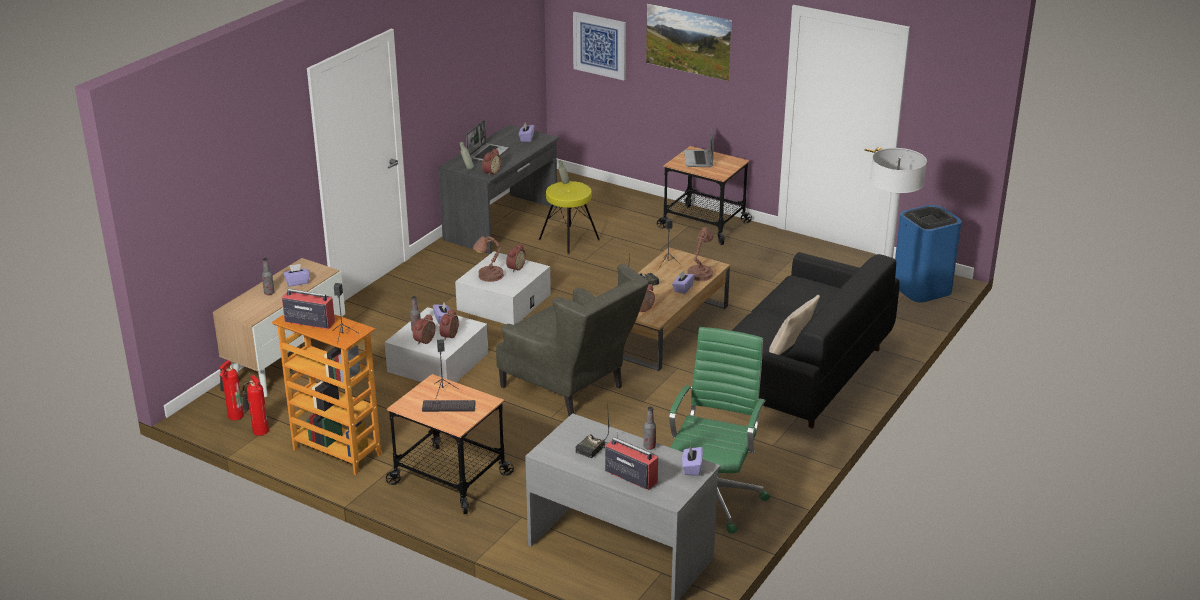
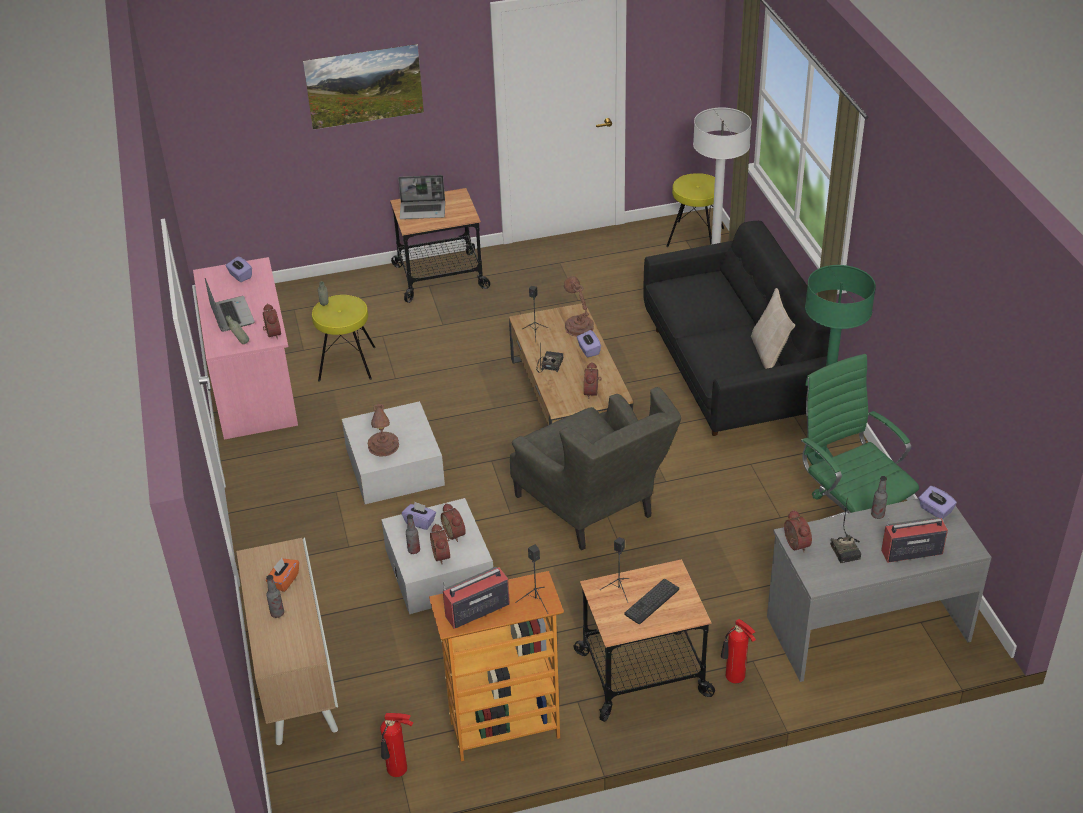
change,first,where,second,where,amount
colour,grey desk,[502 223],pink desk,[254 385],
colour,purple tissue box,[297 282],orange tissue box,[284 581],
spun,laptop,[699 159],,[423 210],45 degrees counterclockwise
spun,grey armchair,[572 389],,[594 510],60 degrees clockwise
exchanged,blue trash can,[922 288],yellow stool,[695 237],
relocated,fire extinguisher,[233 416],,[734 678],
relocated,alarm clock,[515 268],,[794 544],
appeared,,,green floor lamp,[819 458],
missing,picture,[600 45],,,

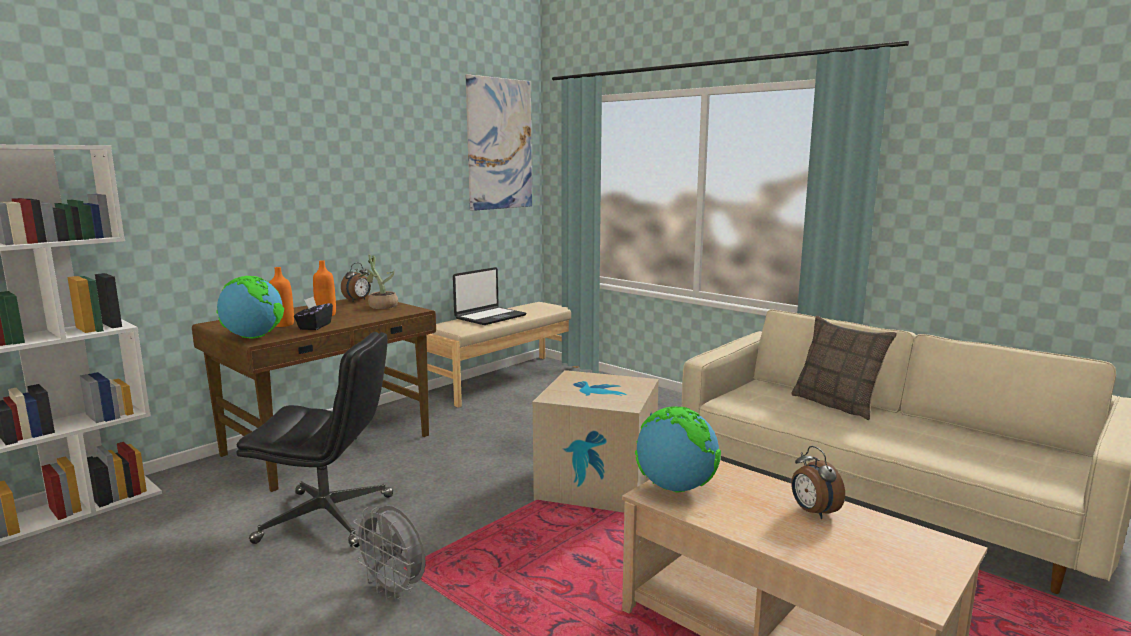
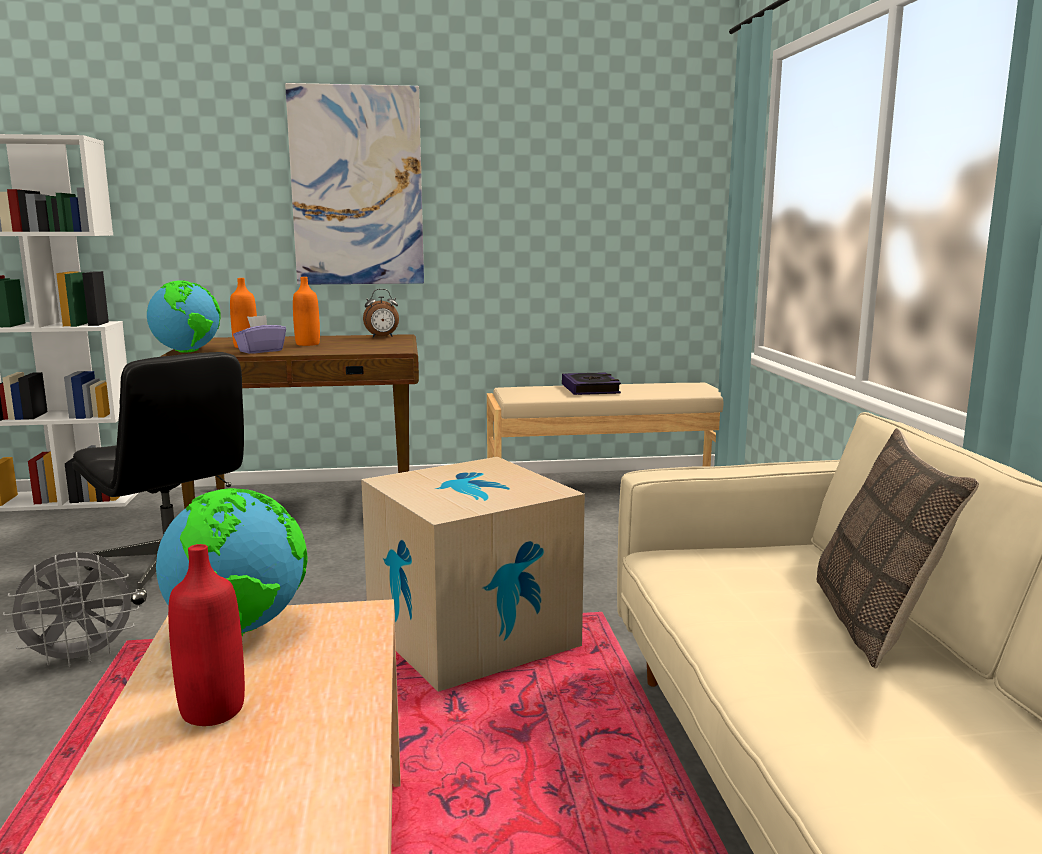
change,first,where,second,where,amount
spun,grey fan,[394 589],,[81 658],105 degrees counterclockwise
appeared,,,red bottle,[212 711],
colour,black tissue box,[314 326],purple tissue box,[260 351],
relocated,picture,[500 144],,[357 186],
exchanged,laptop,[490 317],book,[590 389],
missing,potted plant,[380 306],,,
missing,alarm clock,[813 512],,,

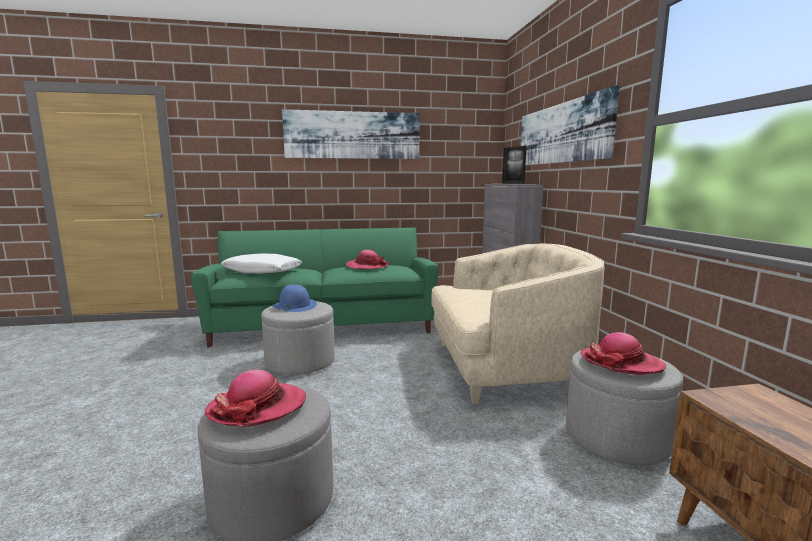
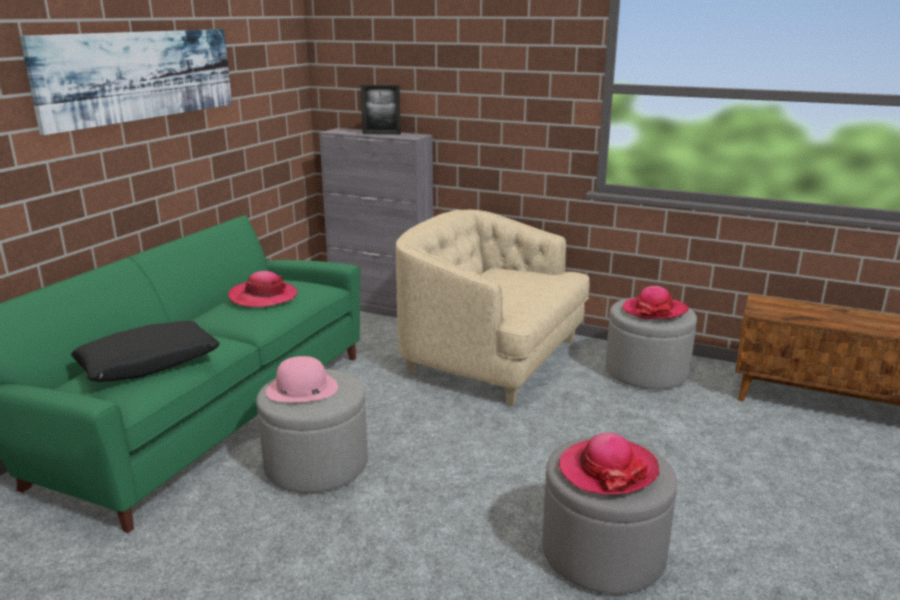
change,first,where,second,where,amount
colour,white pillow,[262 271],black pillow,[148 363],
colour,blue hat,[294 305],pink hat,[301 389],
spun,beige armchair,[504 366],,[491 359],90 degrees counterclockwise
missing,picture,[561 133],,,

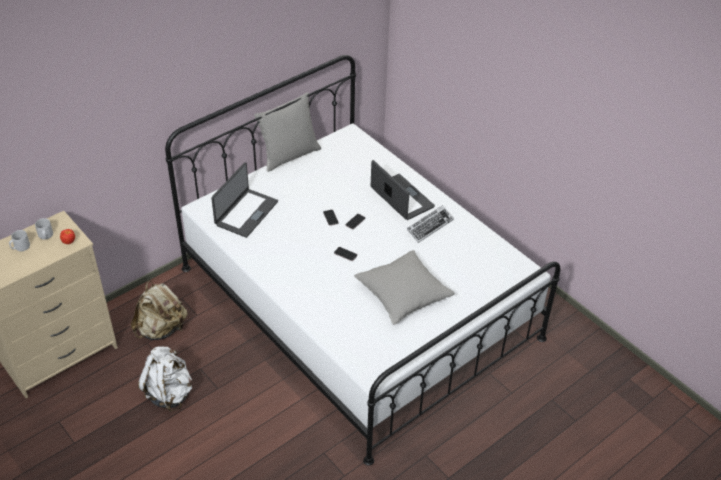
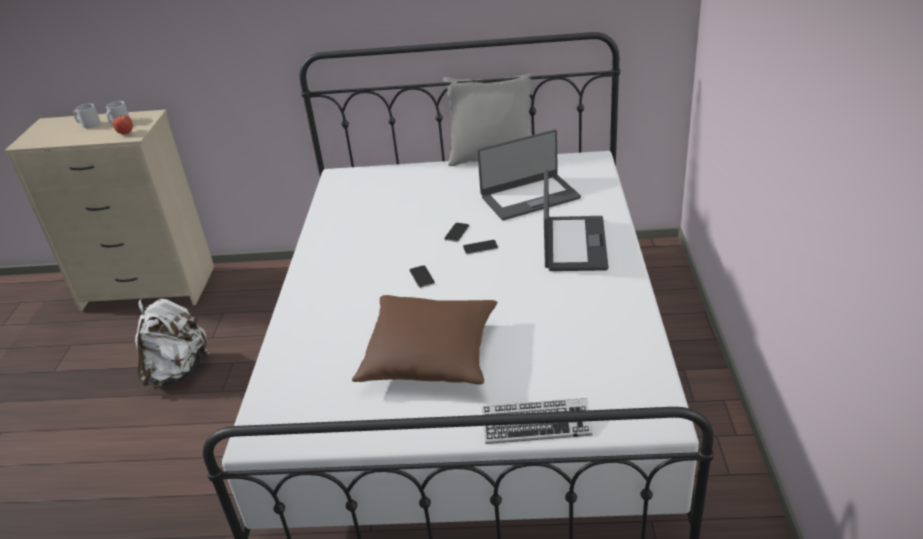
change,first,where,second,where,amount
colour,grey pillow,[403 294],brown pillow,[430 355],
relocated,laptop,[246 213],,[529 197],
relocated,keyboard,[429 226],,[536 426],
missing,beige backpack,[161 329],,,

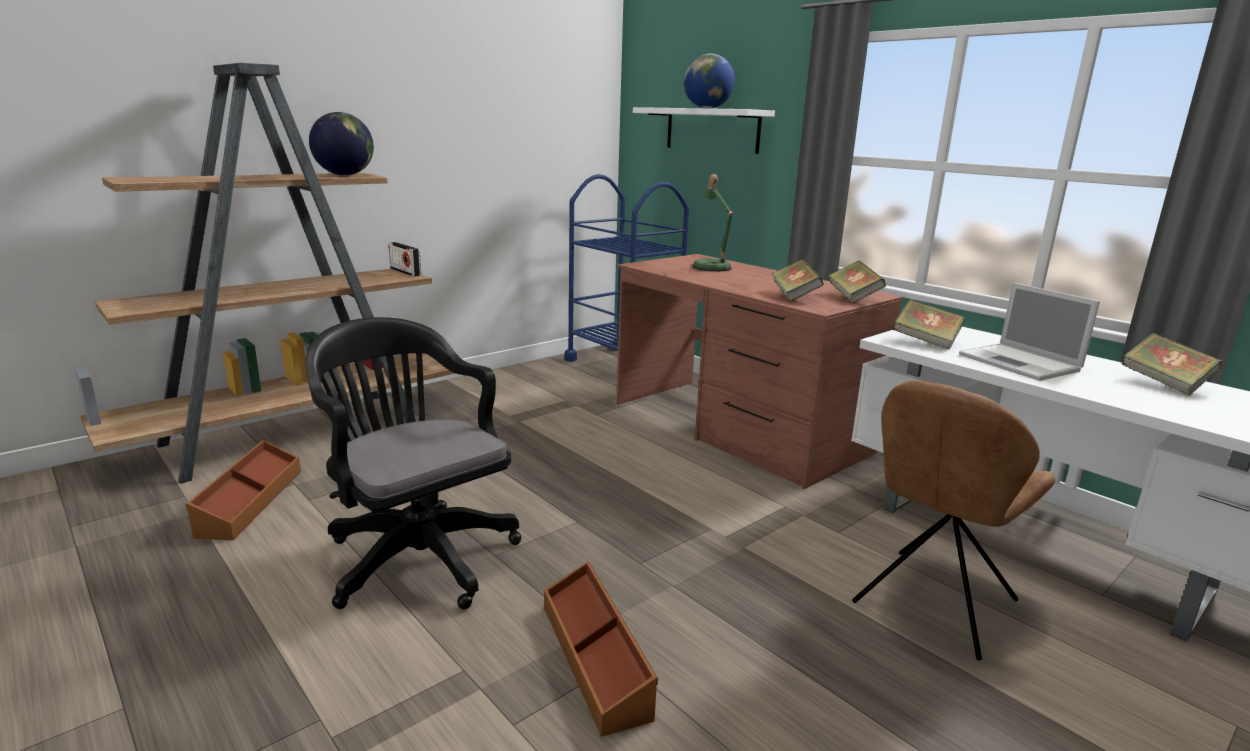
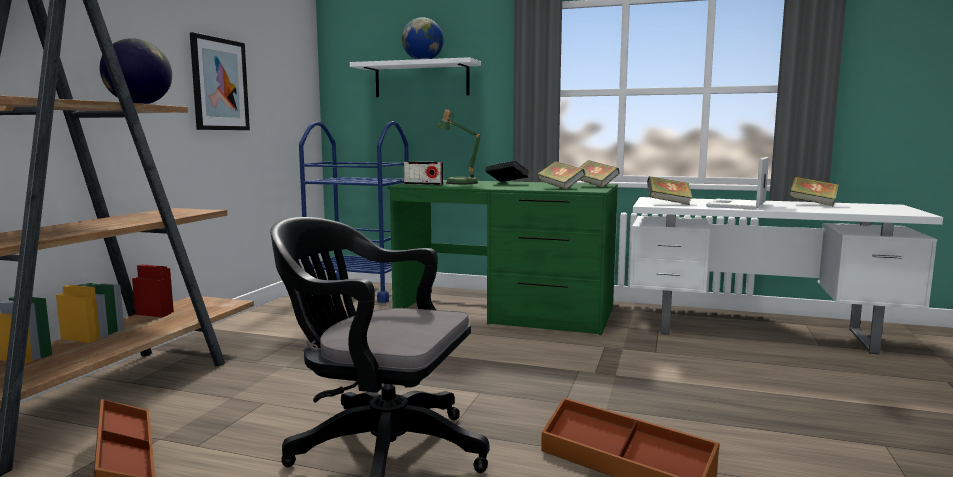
change,first,where,second,where,amount
appeared,,,picture,[219 84],
colour,brown desk,[737 427],green desk,[505 311],
relocated,radio,[405 272],,[423 184],
appeared,,,book,[507 183],
spun,laptop,[1021 363],,[736 205],90 degrees clockwise
missing,brown chair,[932 604],,,

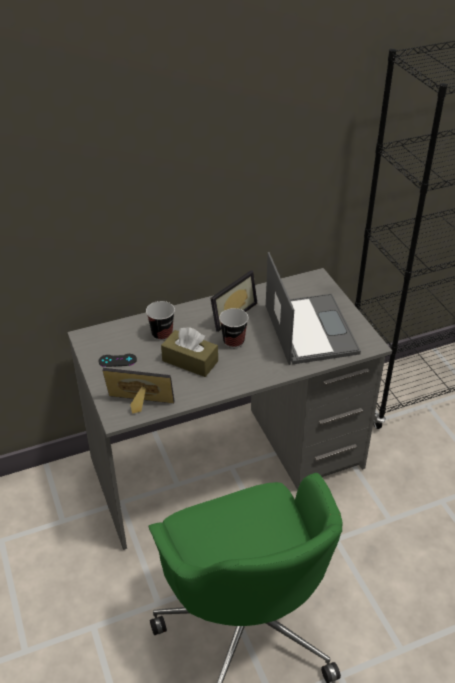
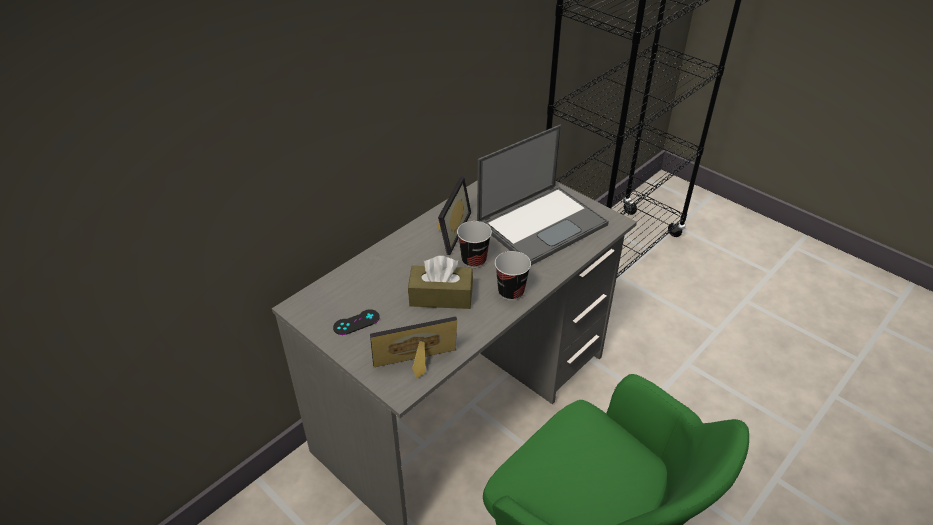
change,first,where,second,where,amount
spun,laptop,[309 328],,[542 223],90 degrees clockwise
relocated,cup,[162 334],,[511 292],

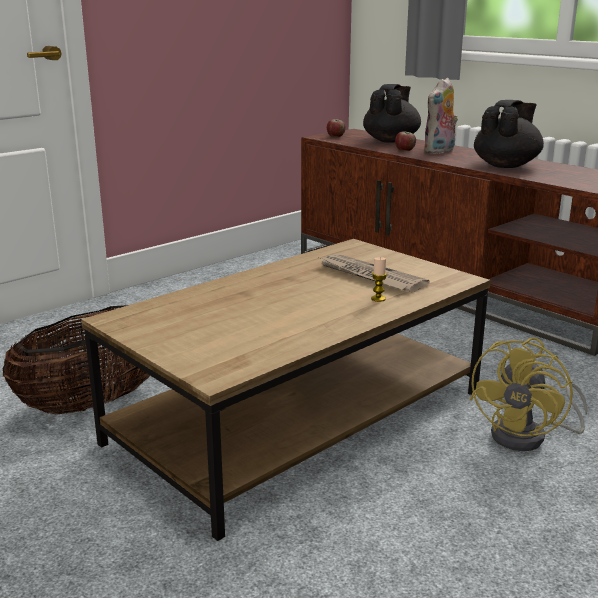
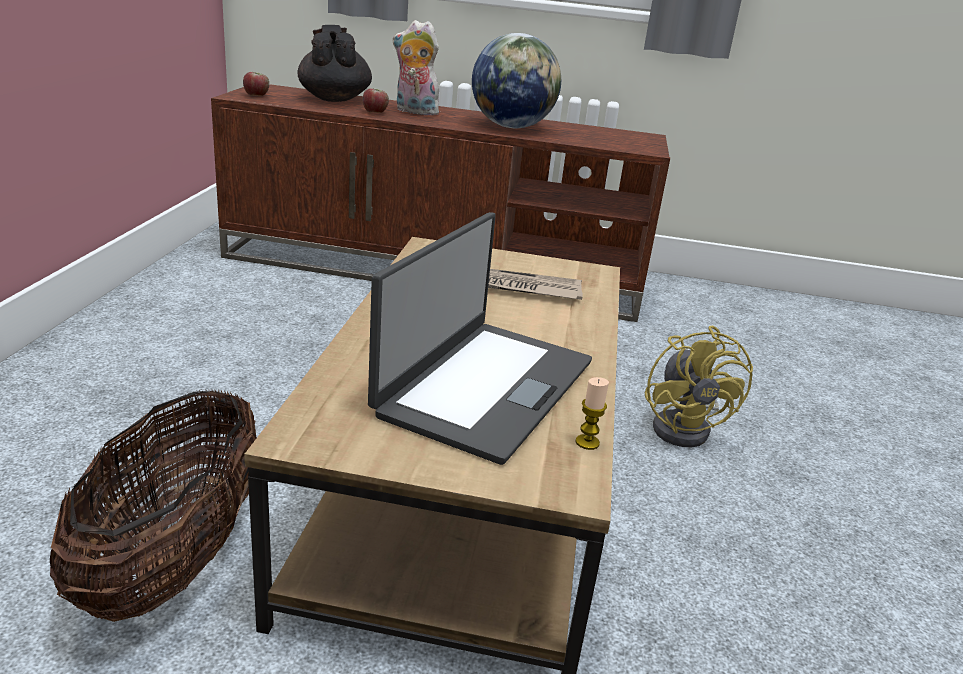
change,first,where,second,where,amount
appeared,,,laptop,[484 386],
spun,plush toy,[440 151],,[414 112],105 degrees clockwise
exchanged,black teapot,[506 165],globe,[512 127],
relocated,candle,[378 299],,[587 442],

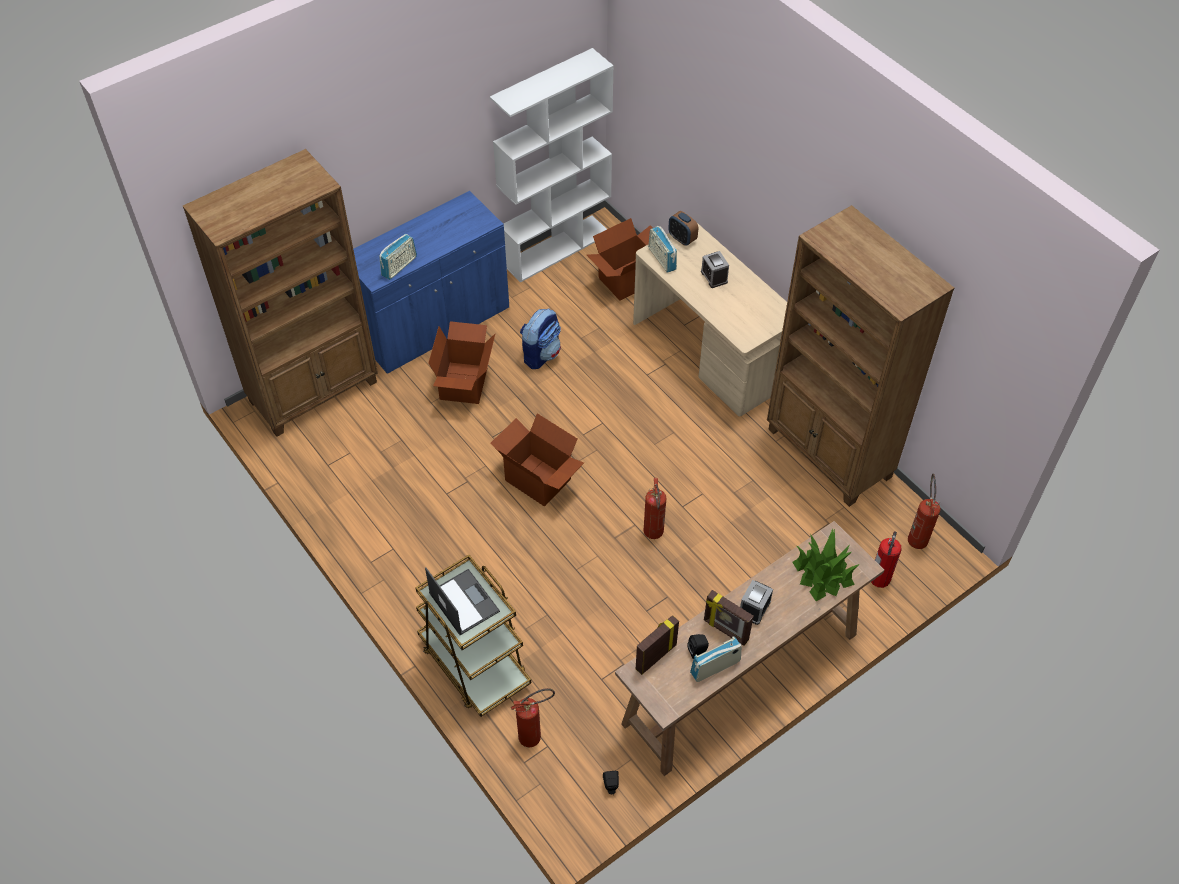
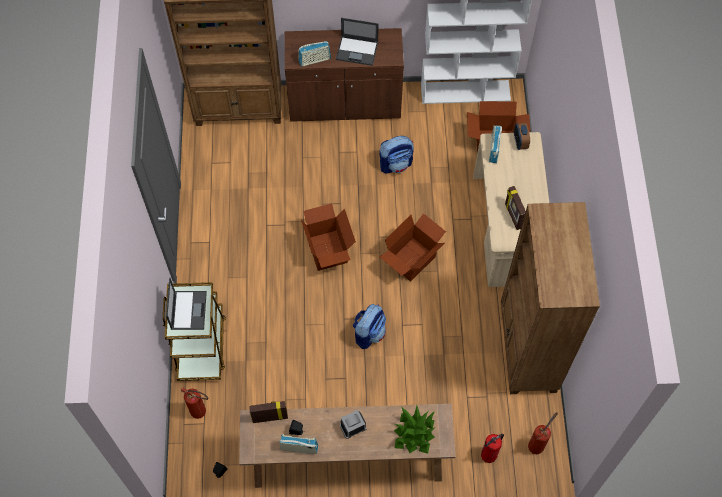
change,first,where,second,where,amount
colour,blue cabinet,[434 324],brown cabinet,[345 103],
appeared,,,laptop,[357 50],
exchanged,fire extinguisher,[654 535],backpack,[369 333],
relocated,cardboard box,[465 383],,[412 260],
relocated,picture frame,[725 631],,[513 216],
missing,alarm clock,[714 277],,,

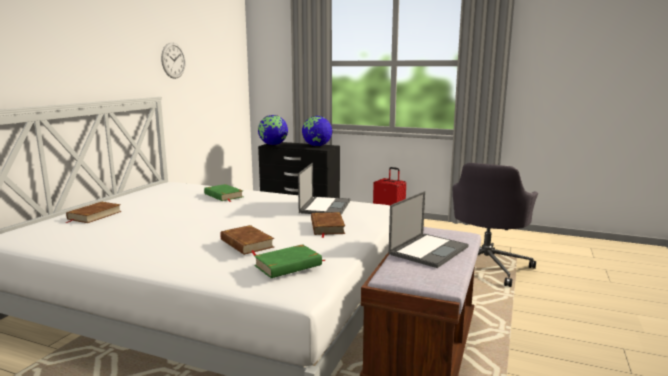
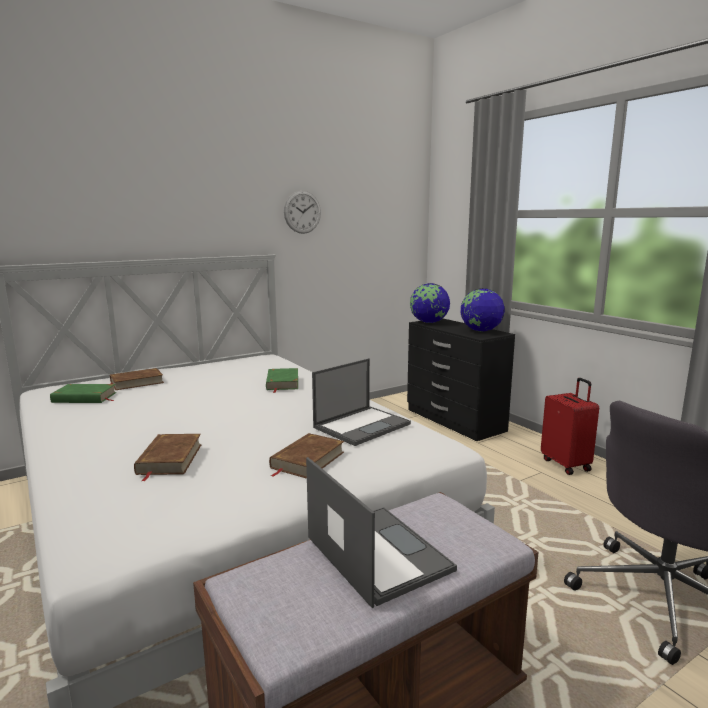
change,first,where,second,where,amount
relocated,green book,[288 265],,[84 398],
spun,laptop,[429 250],,[376 553],105 degrees counterclockwise

